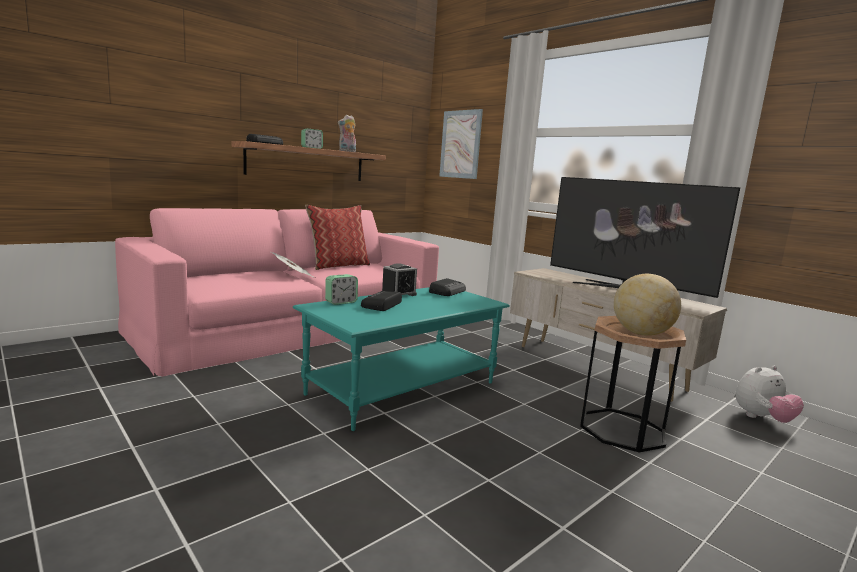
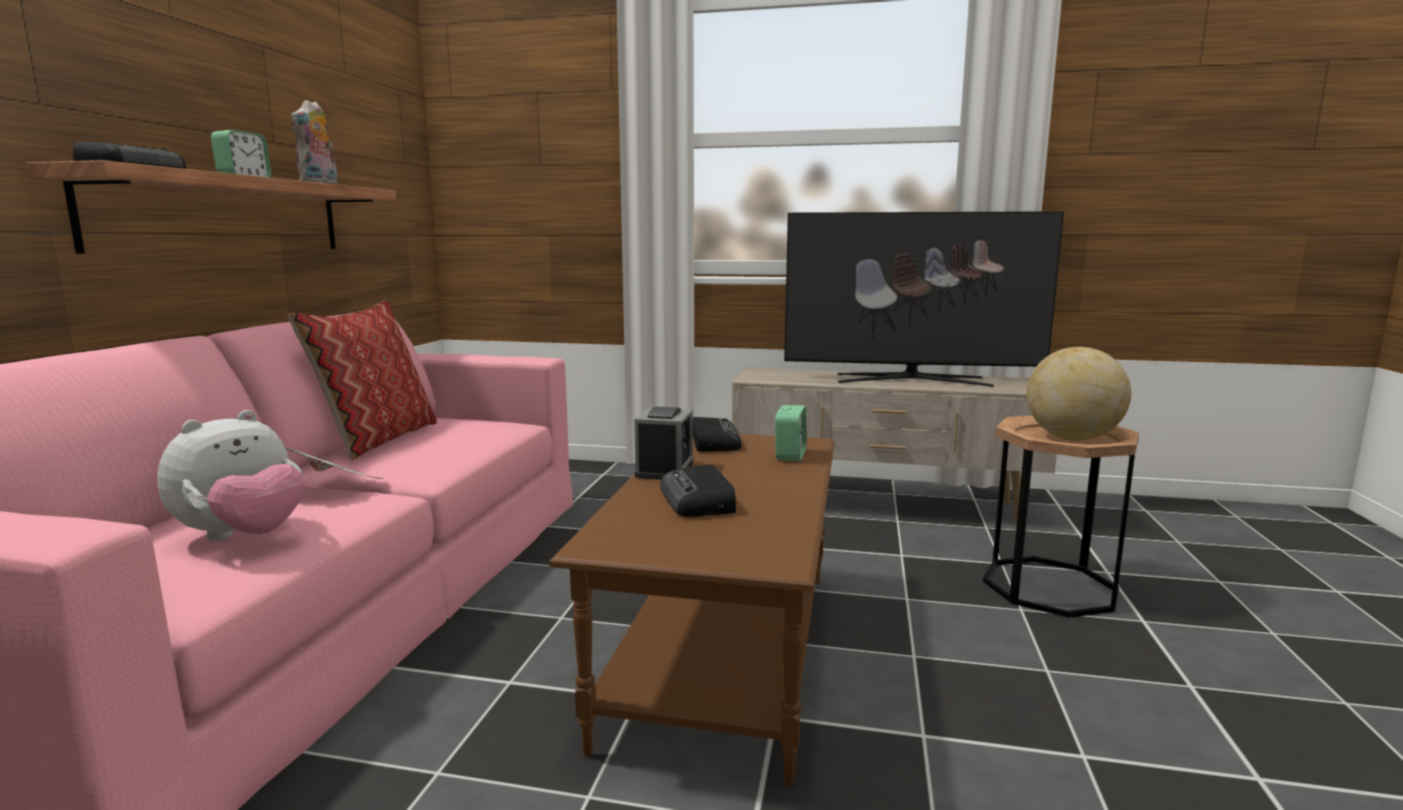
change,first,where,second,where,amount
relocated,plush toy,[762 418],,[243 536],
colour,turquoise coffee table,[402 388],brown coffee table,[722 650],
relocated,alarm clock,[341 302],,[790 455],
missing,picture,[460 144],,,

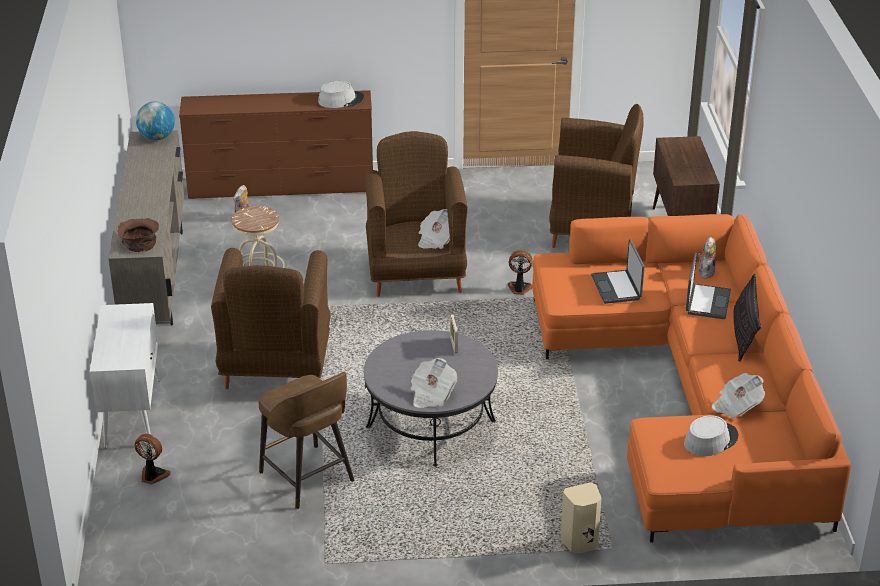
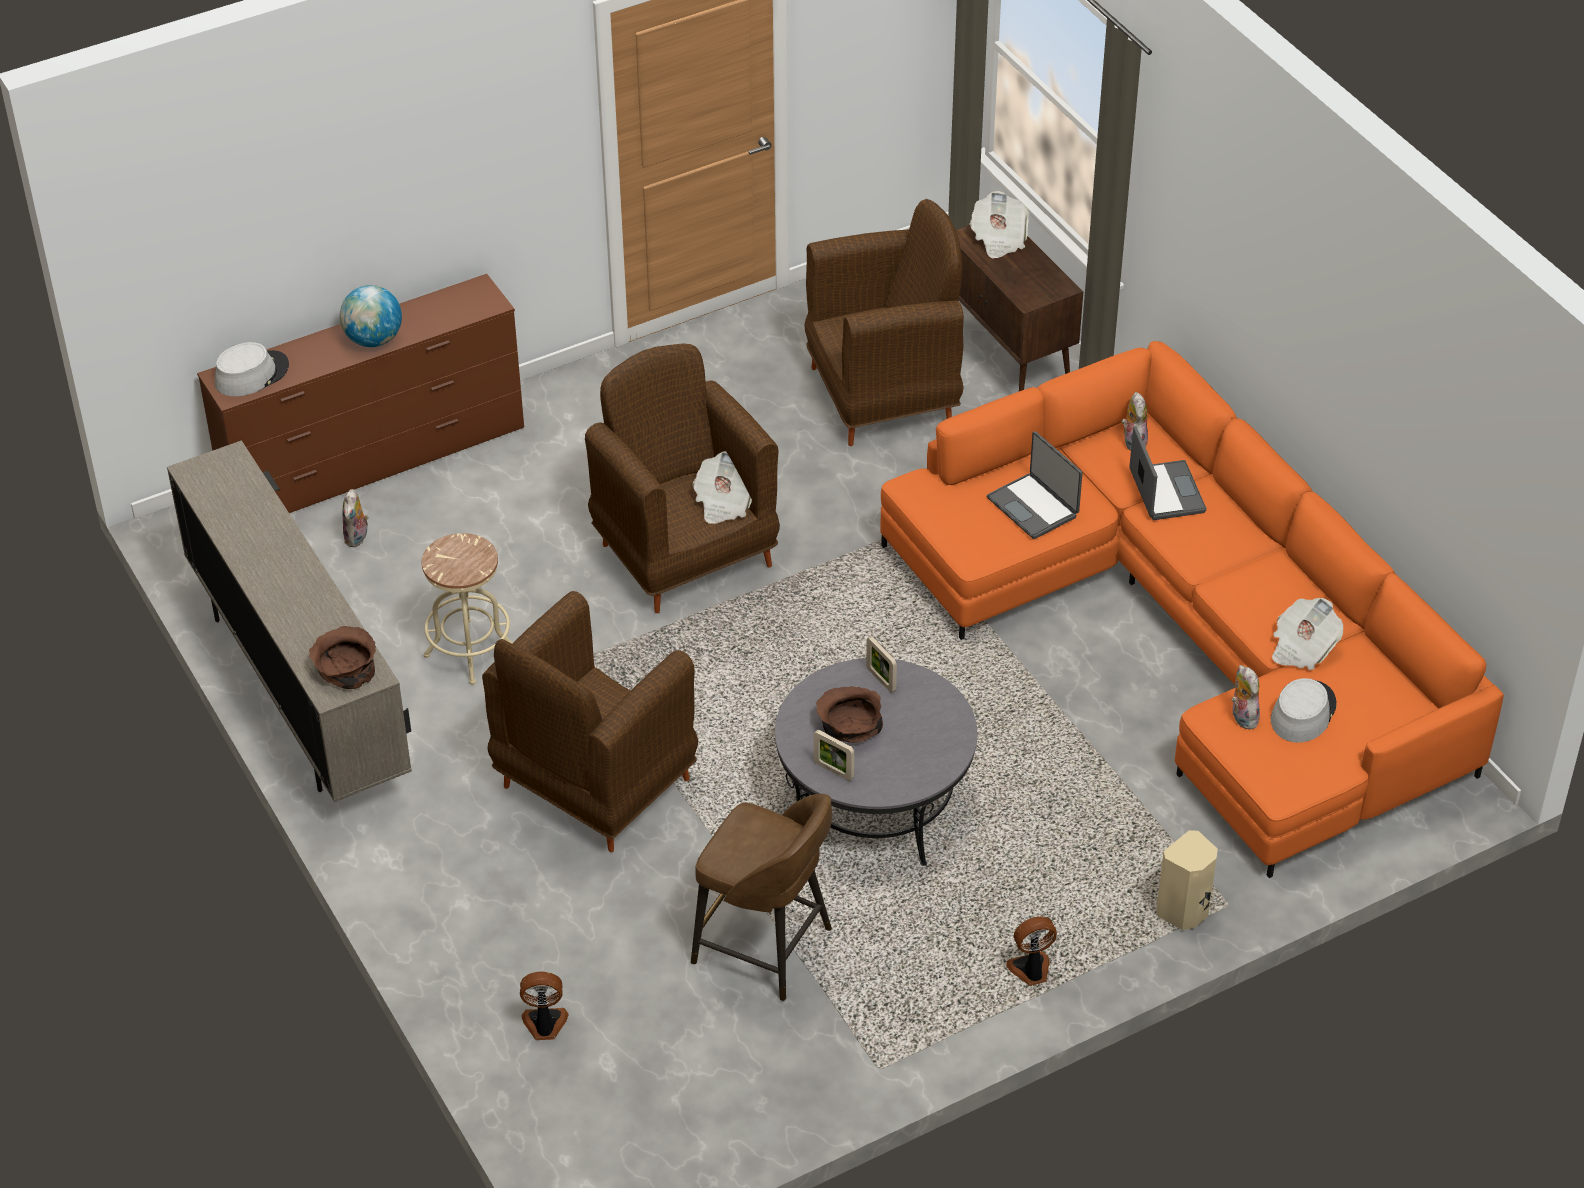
change,first,where,second,where,amount
relocated,grey hat,[341 100],,[251 374],
relocated,globe,[157 138],,[374 340],
spun,brown armchair,[275 368],,[594 786],60 degrees clockwise
appeared,,,picture frame,[833 770],
appeared,,,brown bowl,[849 727],
relocated,newspaper,[431 395],,[998 239],
relocated,fan,[519 289],,[1031 970],
appeared,,,plush toy,[1242 717],
missing,white cabinet,[132 412],,,
missing,pillow,[743 334],,,

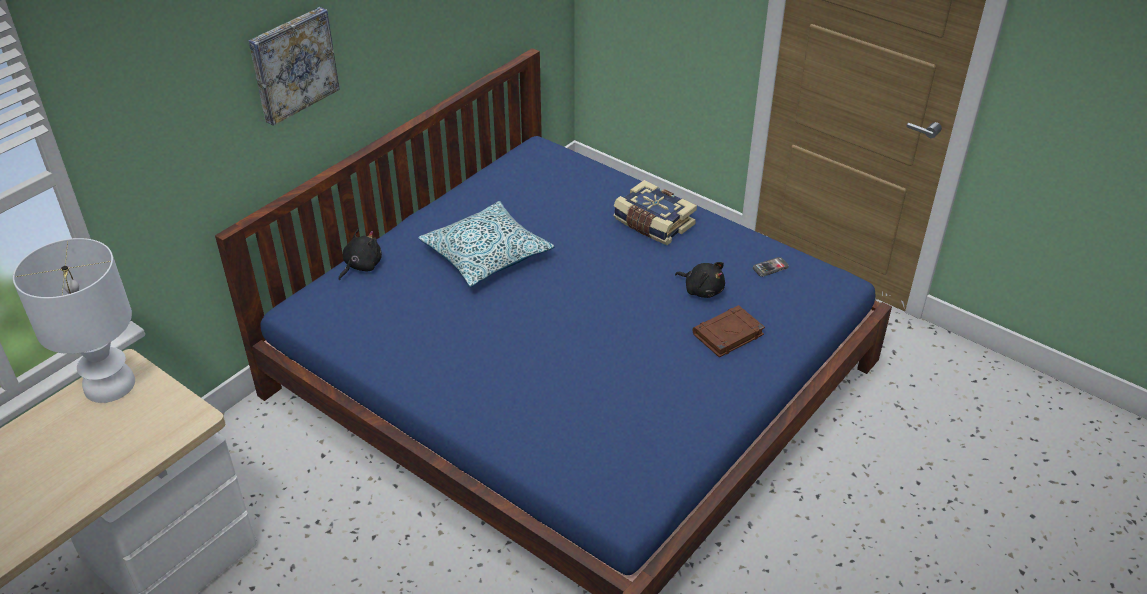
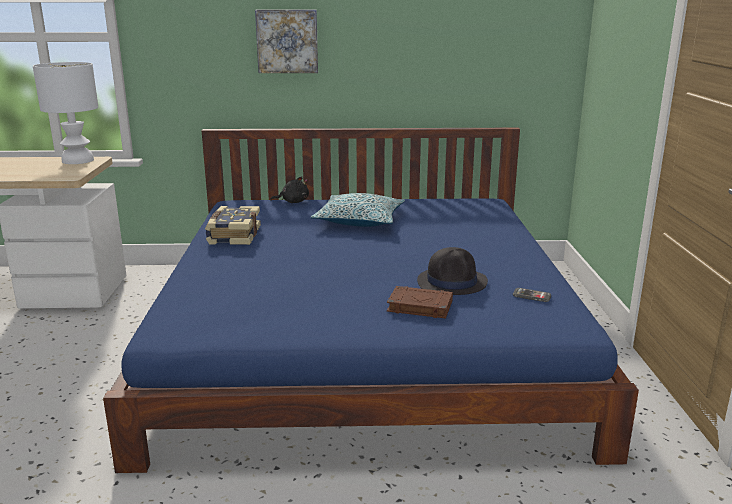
change,first,where,second,where,amount
relocated,book,[652 224],,[233 235],
exchanged,black plush toy,[702 290],black hat,[452 282],

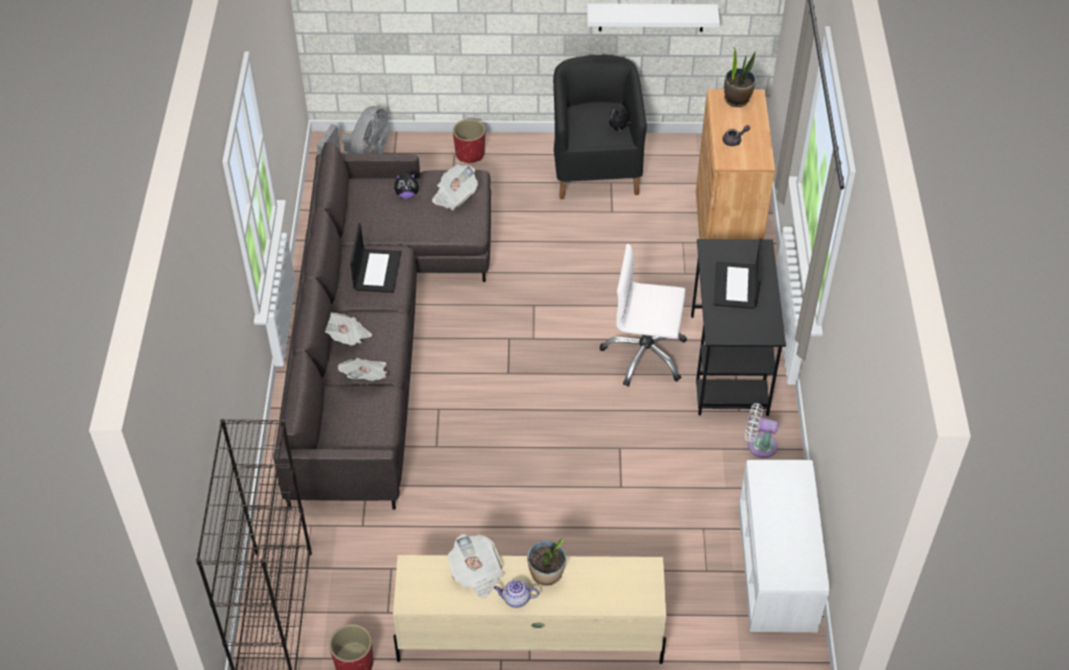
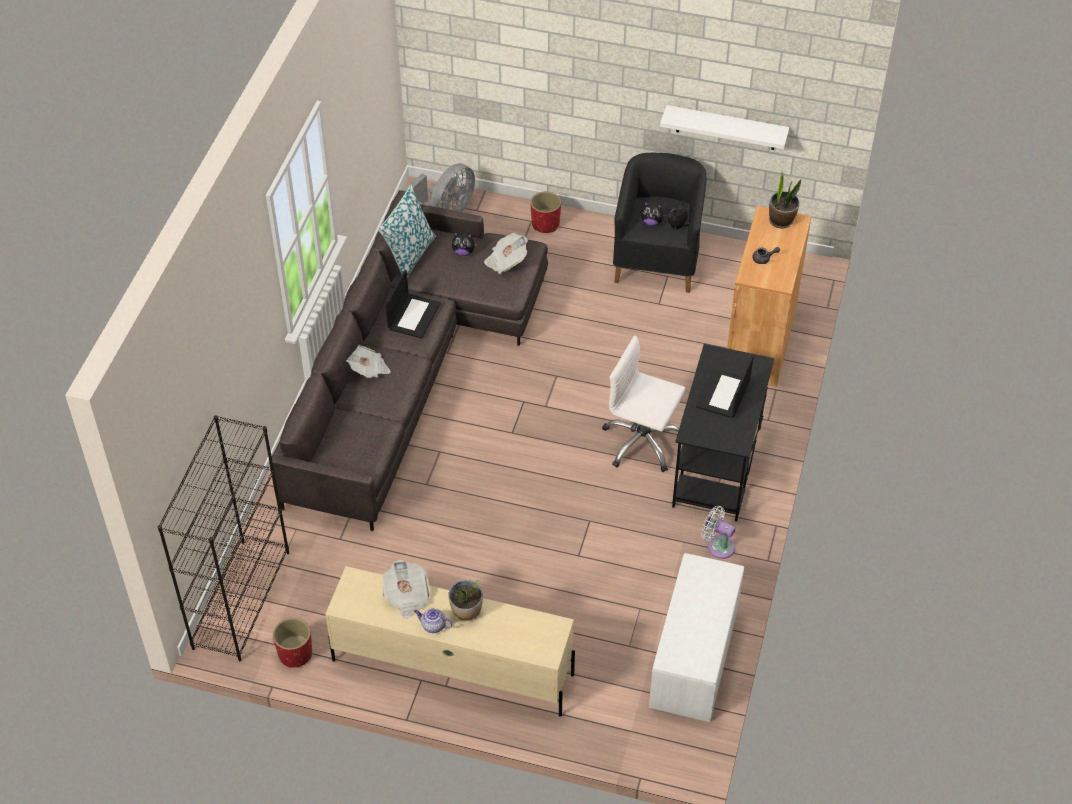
change,first,where,second,where,amount
appeared,,,pillow,[409 255],
appeared,,,plush toy,[651 222],
missing,newspaper,[366 377],,,

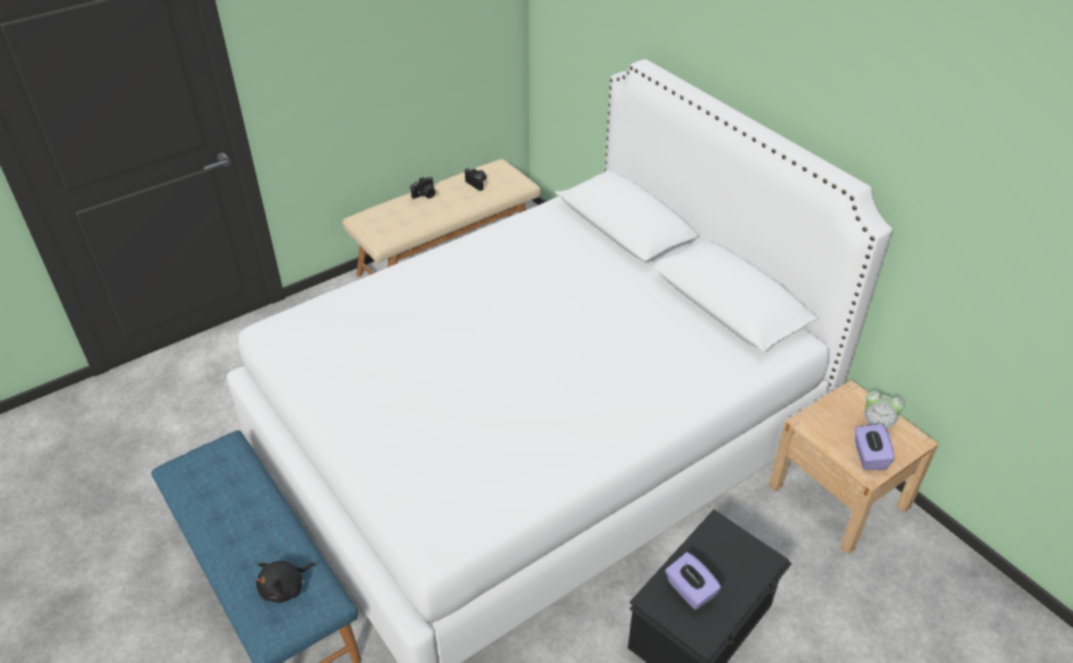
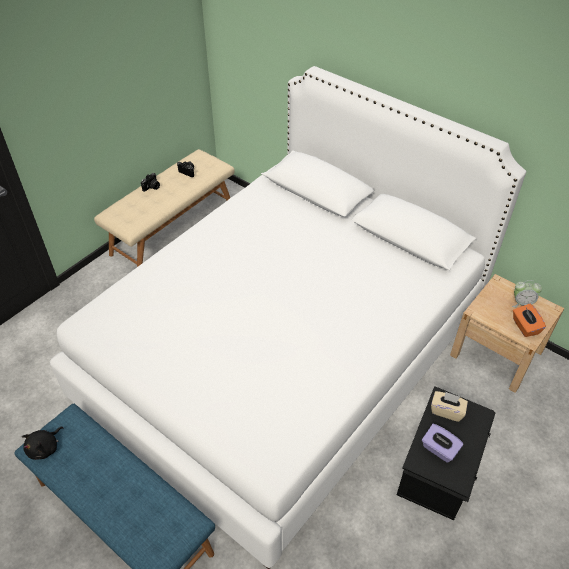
change,first,where,second,where,amount
relocated,black plush toy,[285 588],,[45 448],
appeared,,,beige tissue box,[446 411],
colour,purple tissue box,[869 456],orange tissue box,[525 327],

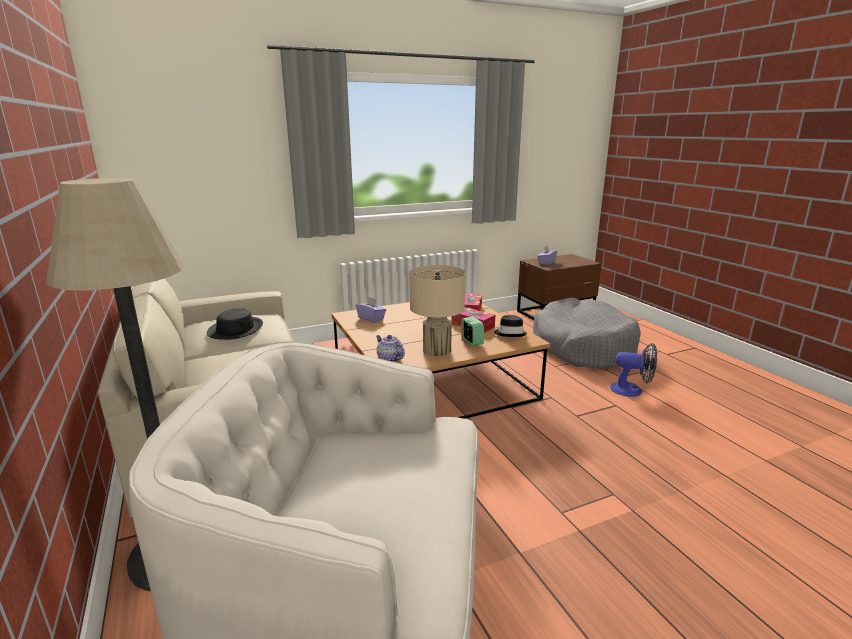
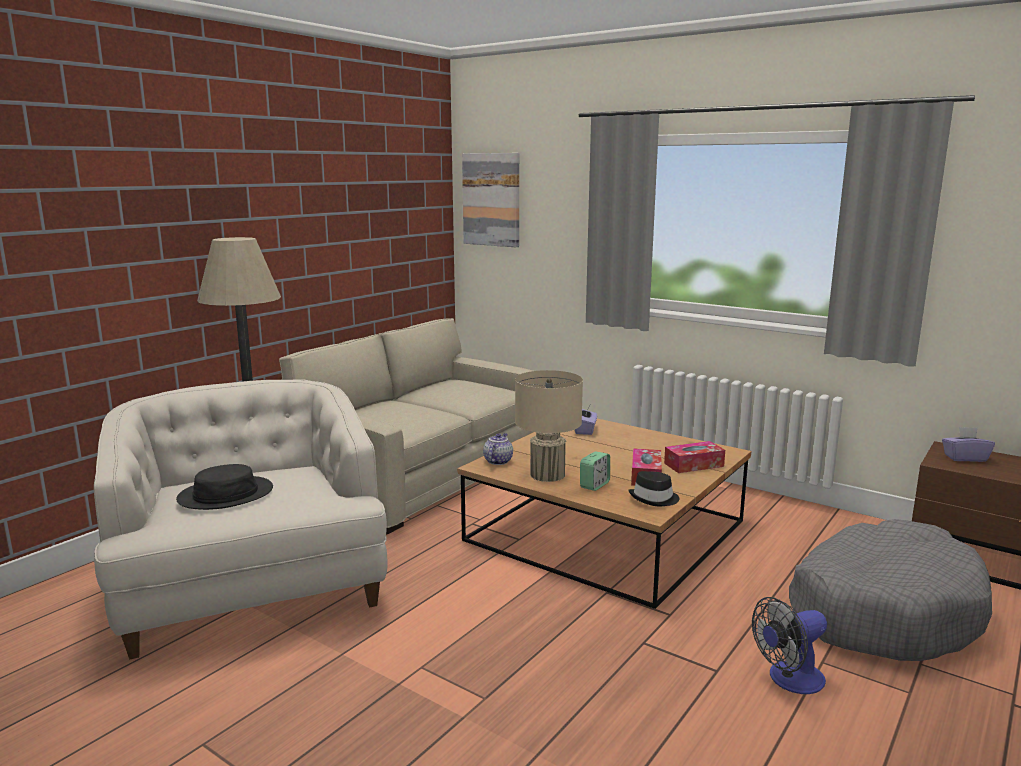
change,first,where,second,where,amount
relocated,black hat,[235 329],,[226 495],
appeared,,,picture,[492 199],
spun,fan,[632 390],,[789 680],75 degrees clockwise

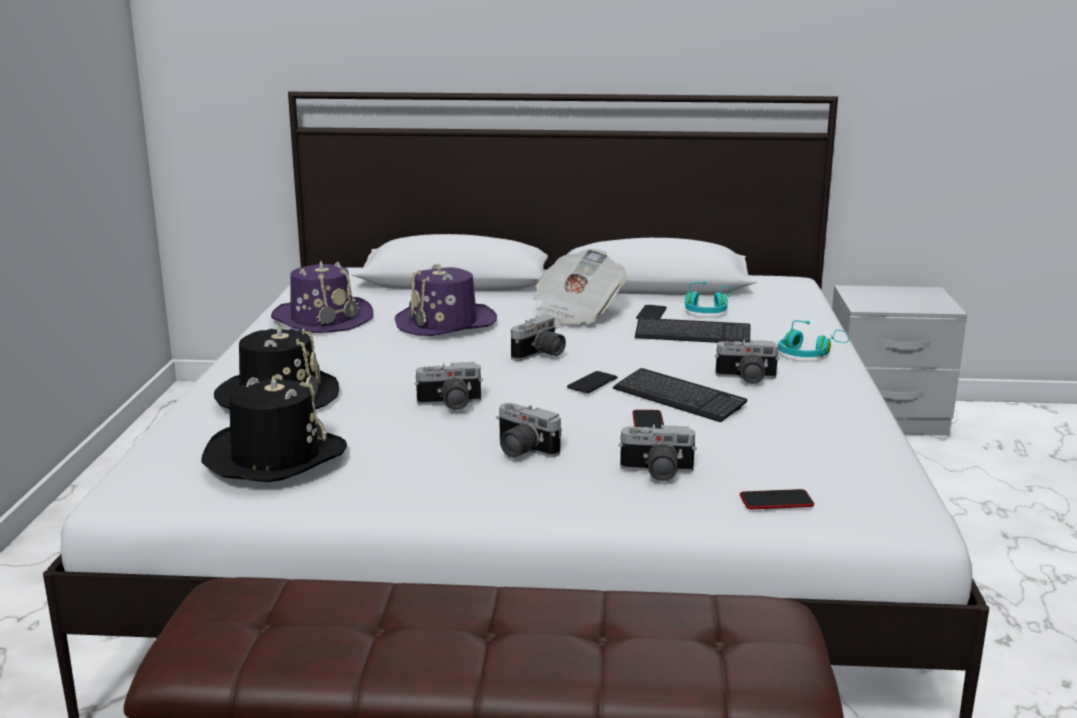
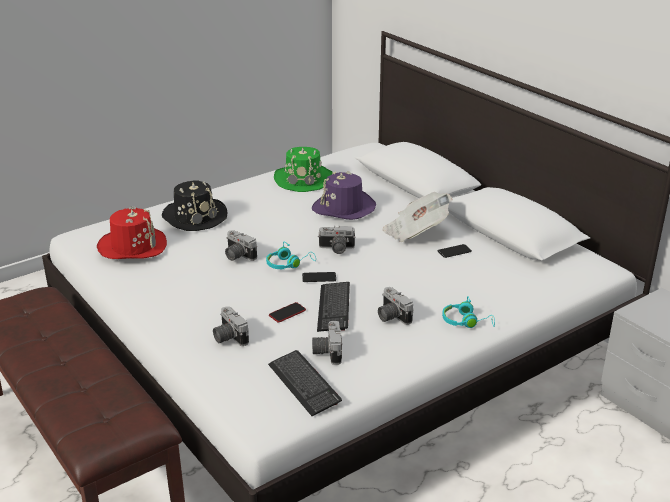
change,first,where,second,where,amount
colour,black hat,[274 457],red hat,[132 246],
relocated,turquoise headphones,[708 310],,[288 264],
relocated,keyboard,[692 334],,[304 384],
colour,purple hat,[322 318],green hat,[303 179],
relocated,photo camera,[521 451],,[327 351],
missing,phone,[776 501],,,

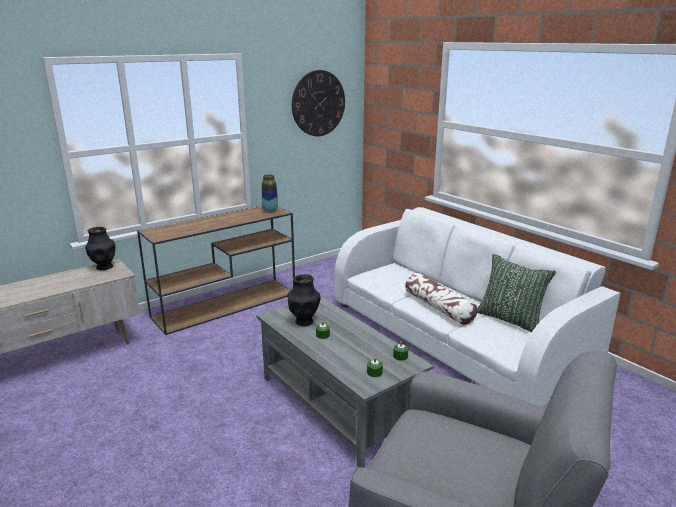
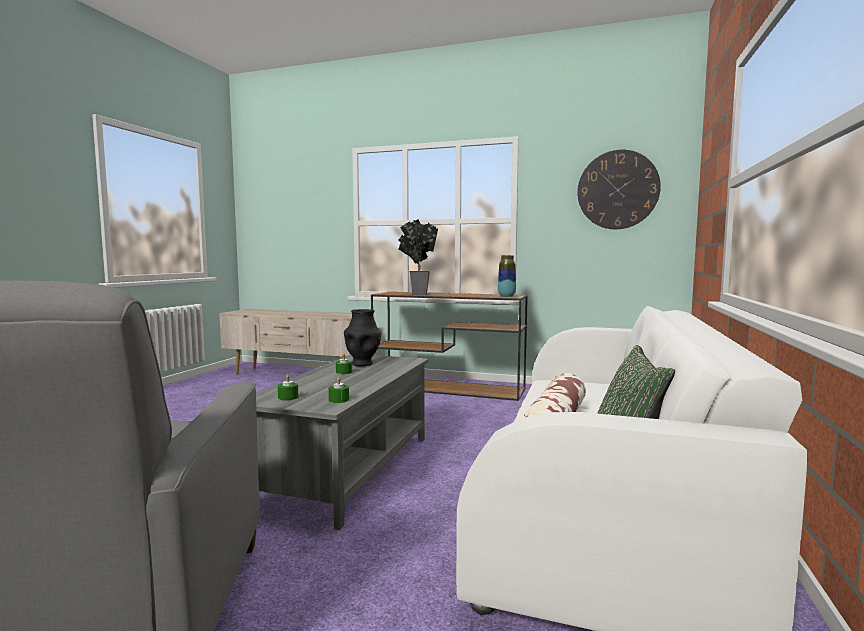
change,first,where,second,where,amount
appeared,,,potted plant,[416 294],
missing,black vase,[104 267],,,

